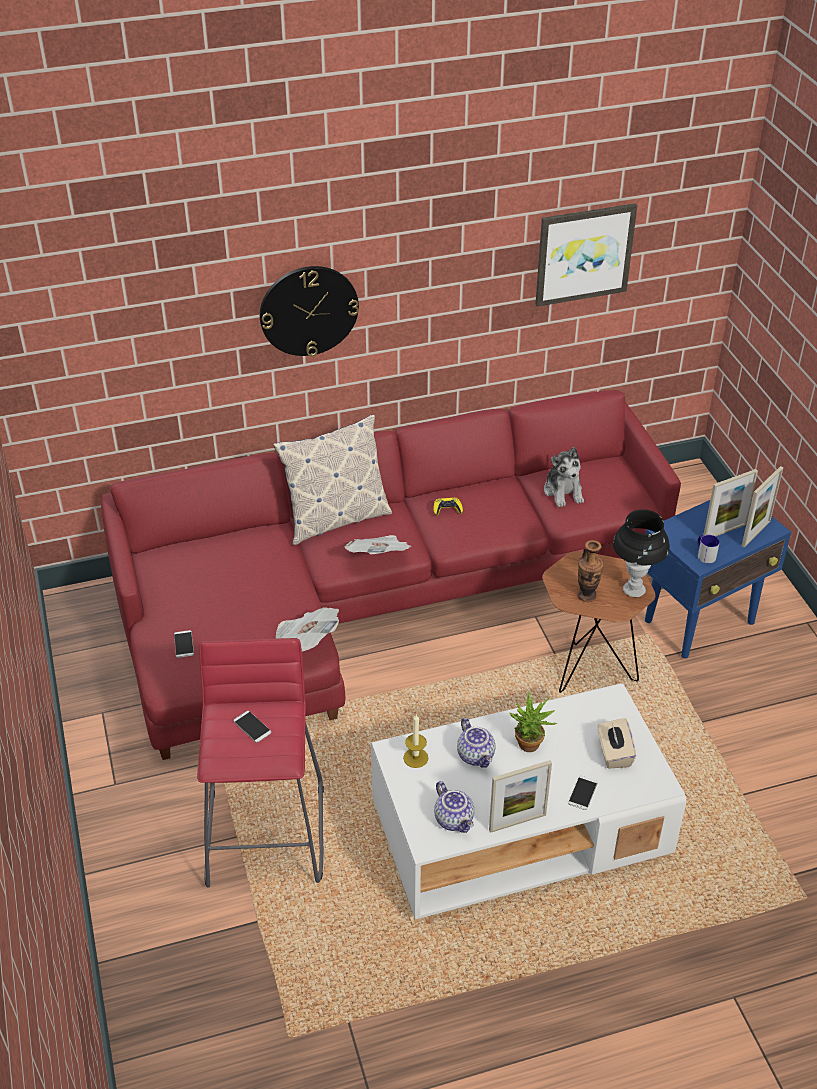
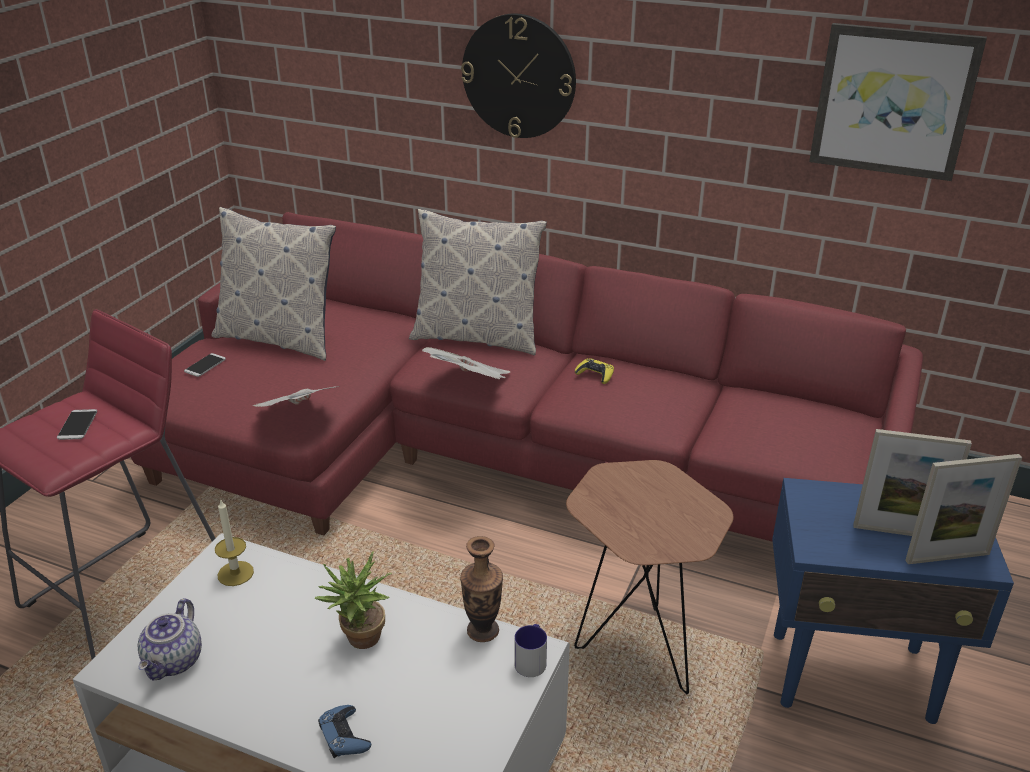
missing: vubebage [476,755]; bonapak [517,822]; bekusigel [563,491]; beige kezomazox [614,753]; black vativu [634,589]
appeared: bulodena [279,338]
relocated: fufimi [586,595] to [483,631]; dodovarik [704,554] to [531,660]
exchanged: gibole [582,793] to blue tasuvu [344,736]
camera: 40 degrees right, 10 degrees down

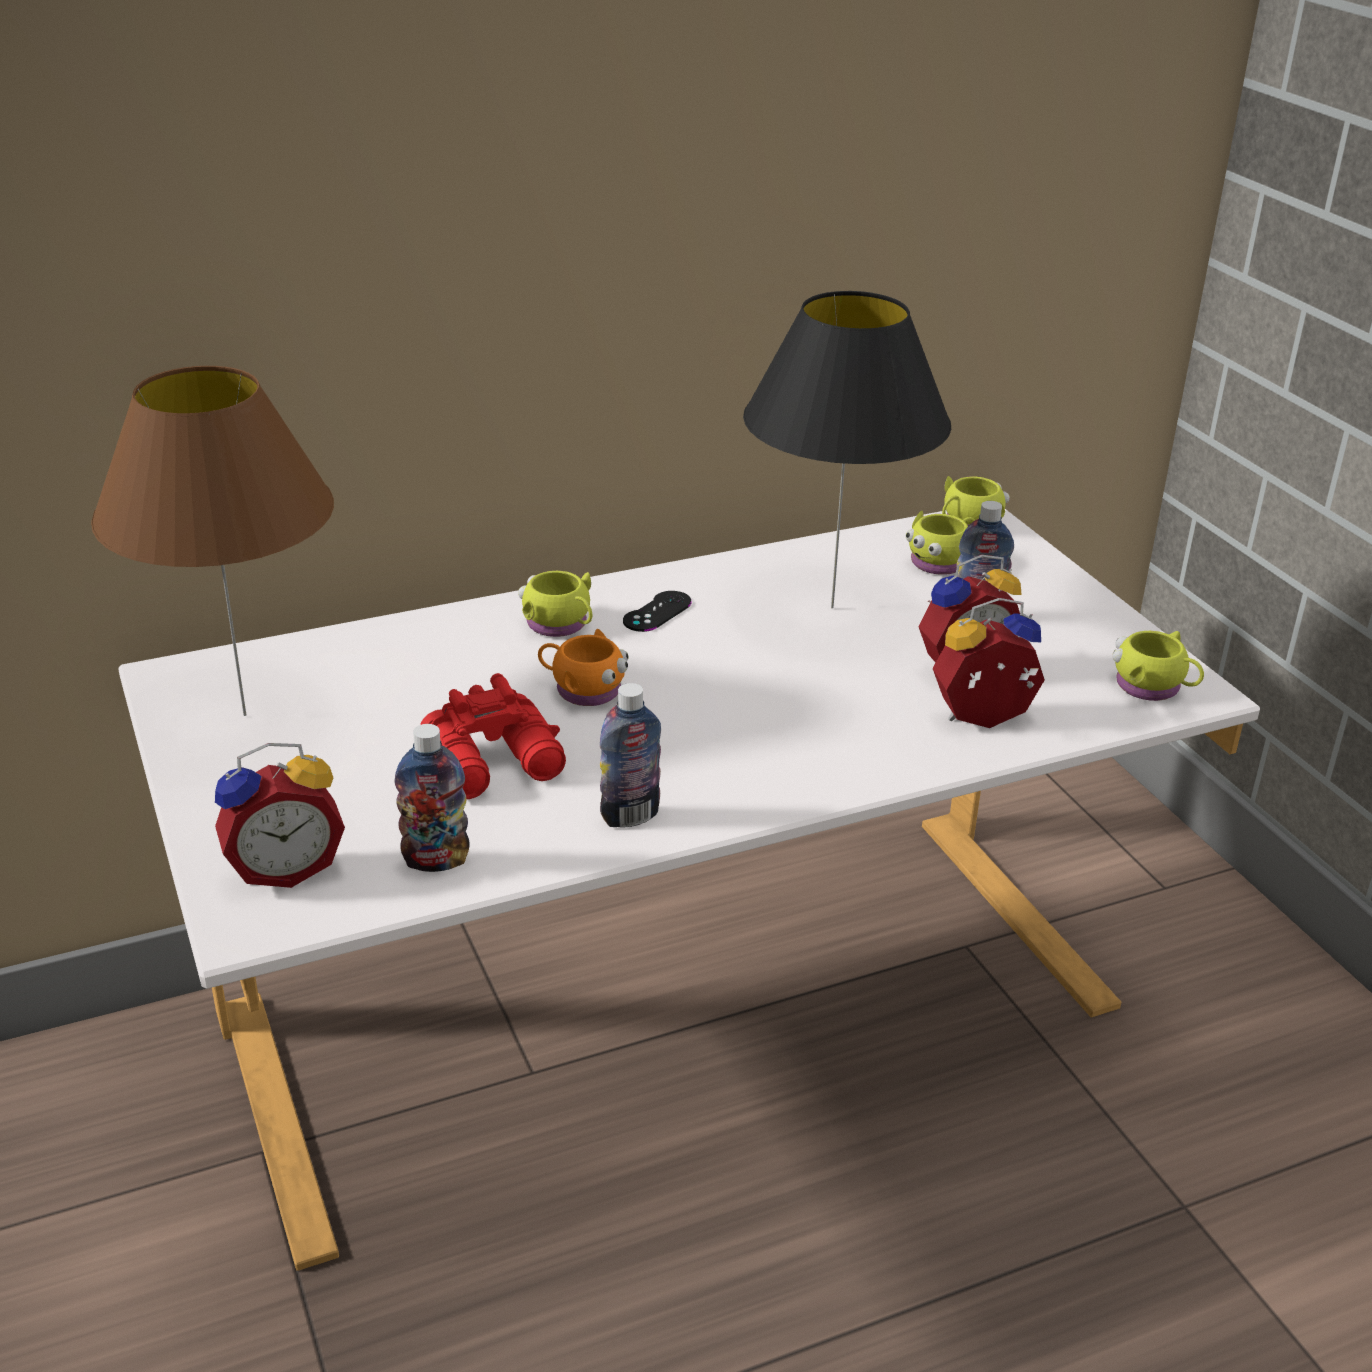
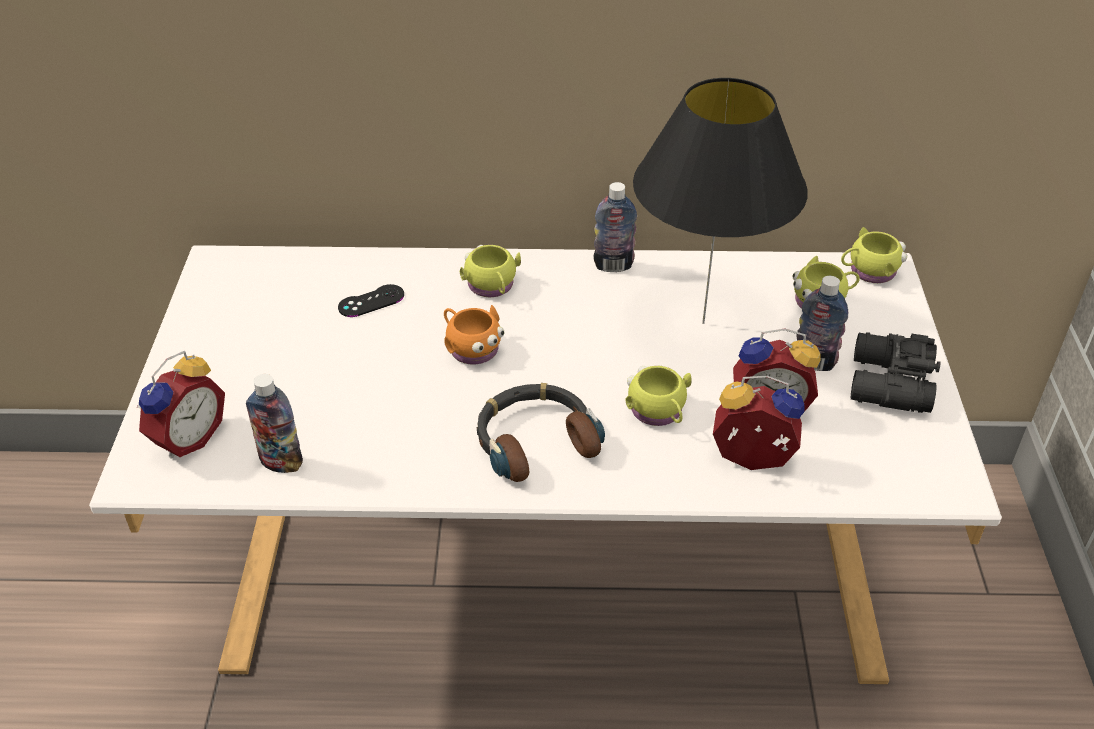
missing: brown vativu [246,715]; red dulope [496,764]
appeared: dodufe [535,440]; black dulope [887,384]
relocated: black tasuvu [657,612] to [371,301]; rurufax [630,816] to [613,265]; yellow dodovarik [1153,688] to [658,412]
spun: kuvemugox [284,868] = [186,438] 60 degrees counterclockwise
camera: 25 degrees right, 10 degrees up

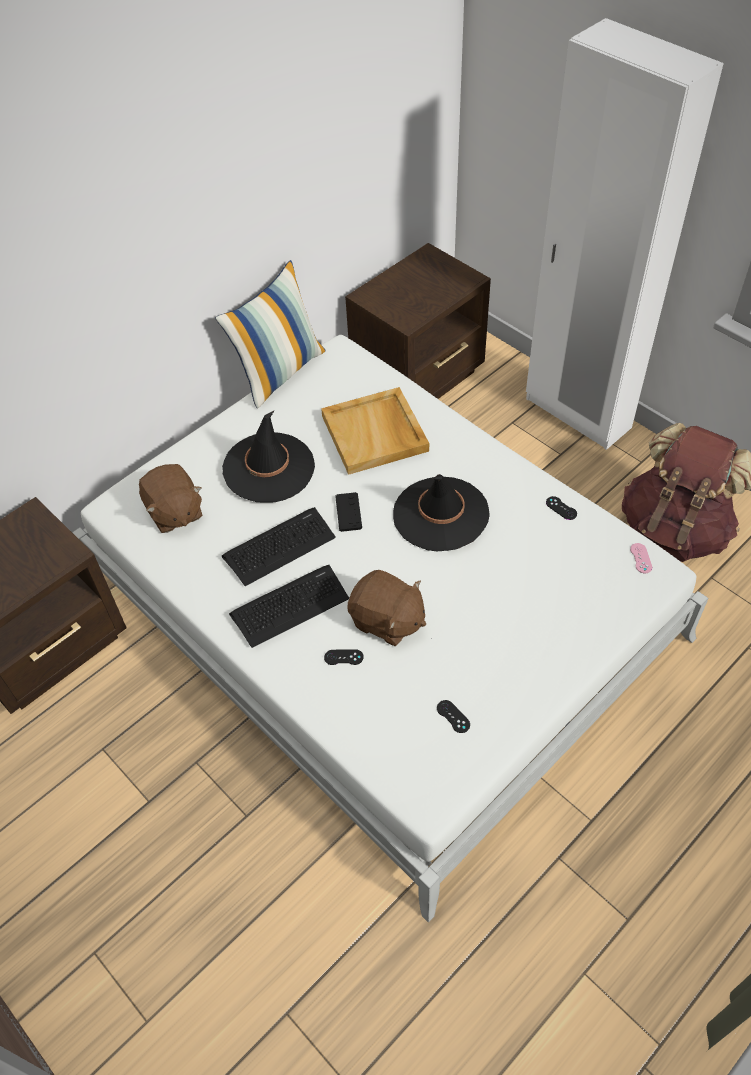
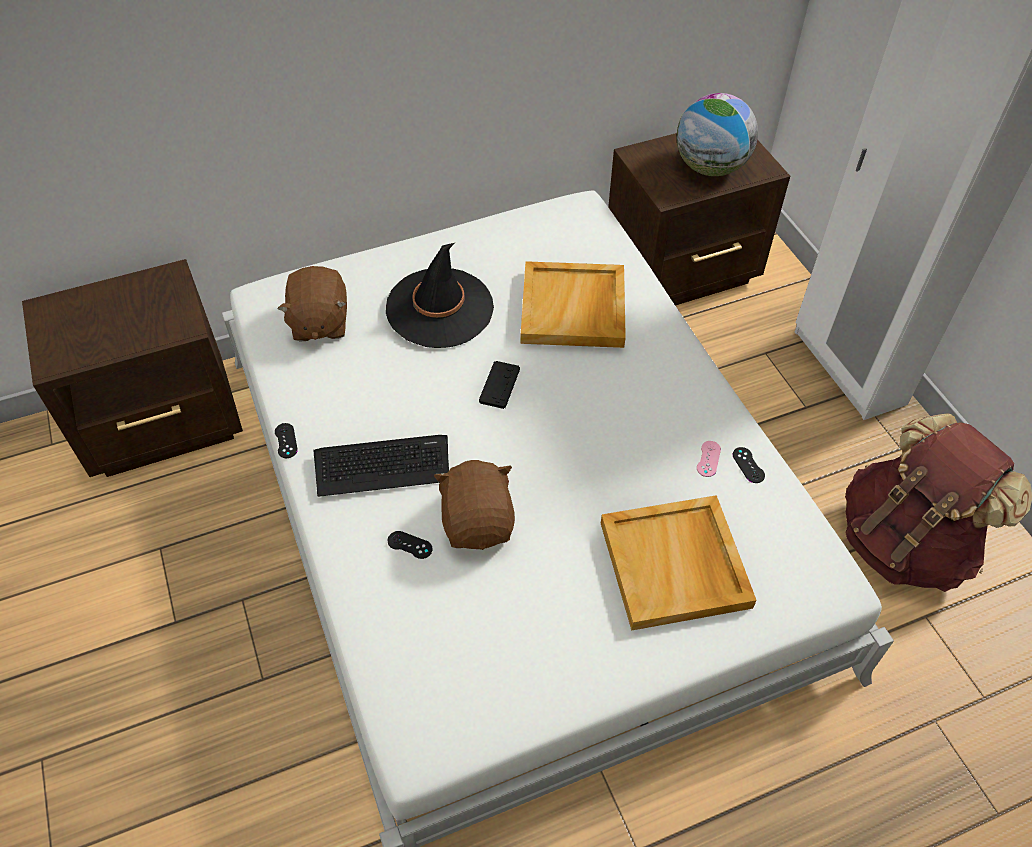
missing: bulodena [279,372]; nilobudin [279,546]; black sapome [440,514]
appeared: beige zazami [676,565]; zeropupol [710,167]
relocated: black tasuvu [453,716] to [286,441]; pink tasuvu [641,558] to [708,459]
spun: brown bekusigel [387,621] = [478,522] 150 degrees counterclockwise
camera: 20 degrees right, 0 degrees up

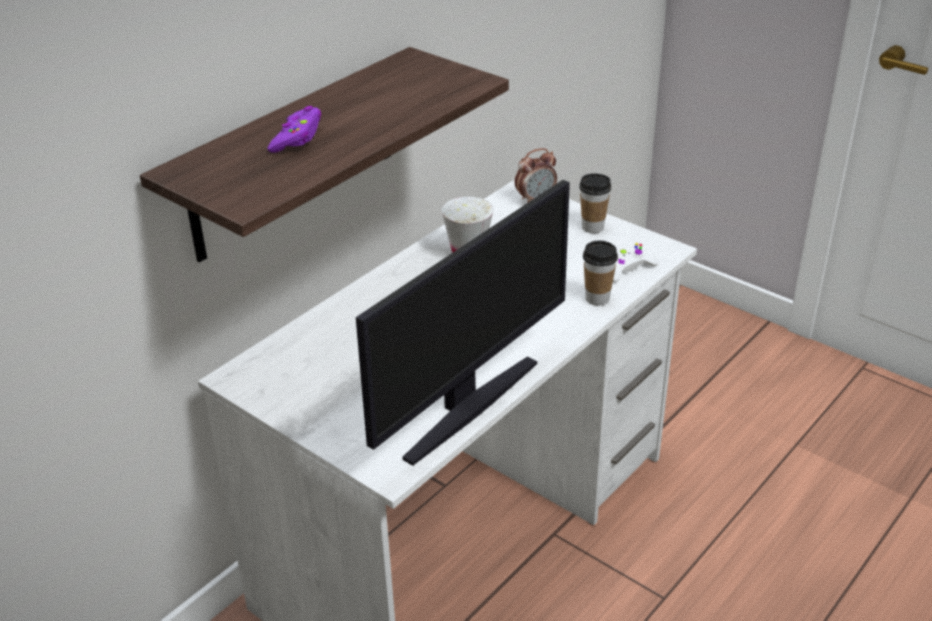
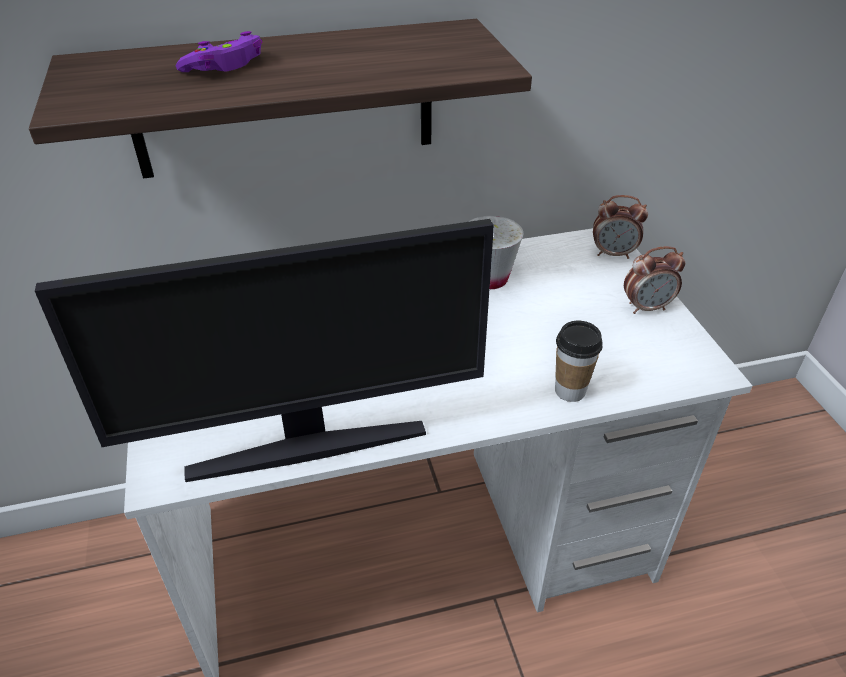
missing: white tasuvu [626,268]
exchanged: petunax [592,227] to kuvemugox [646,307]
camera: 35 degrees right, 5 degrees up

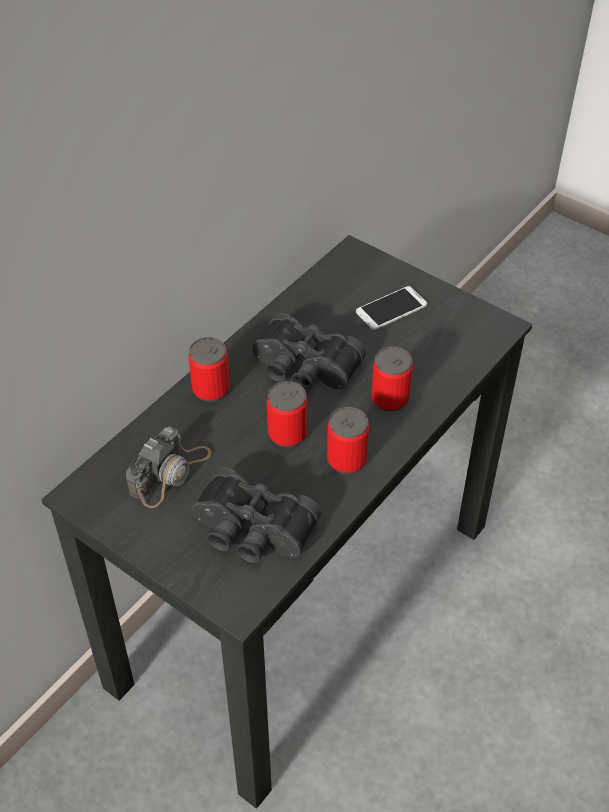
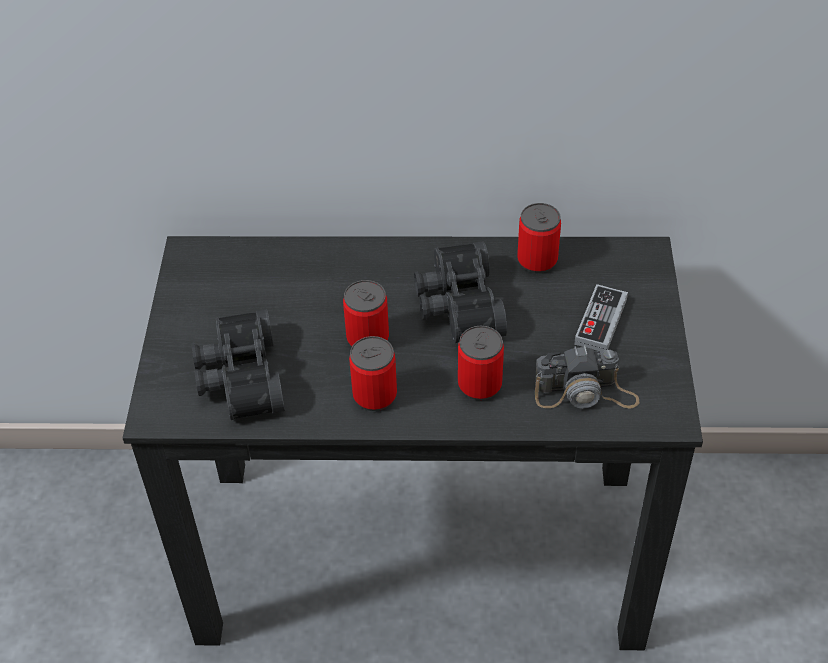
relocated: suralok [211,389] to [537,260]; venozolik [170,473] to [585,392]
exchanged: gibole [391,308] to tasuvu [600,321]
camera: 55 degrees right, 0 degrees up

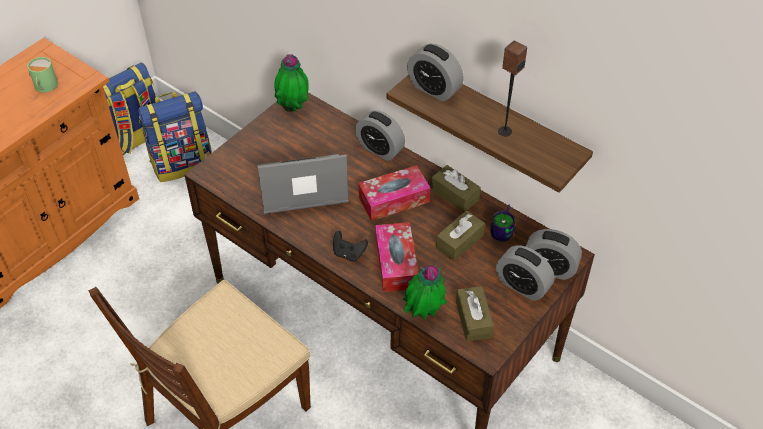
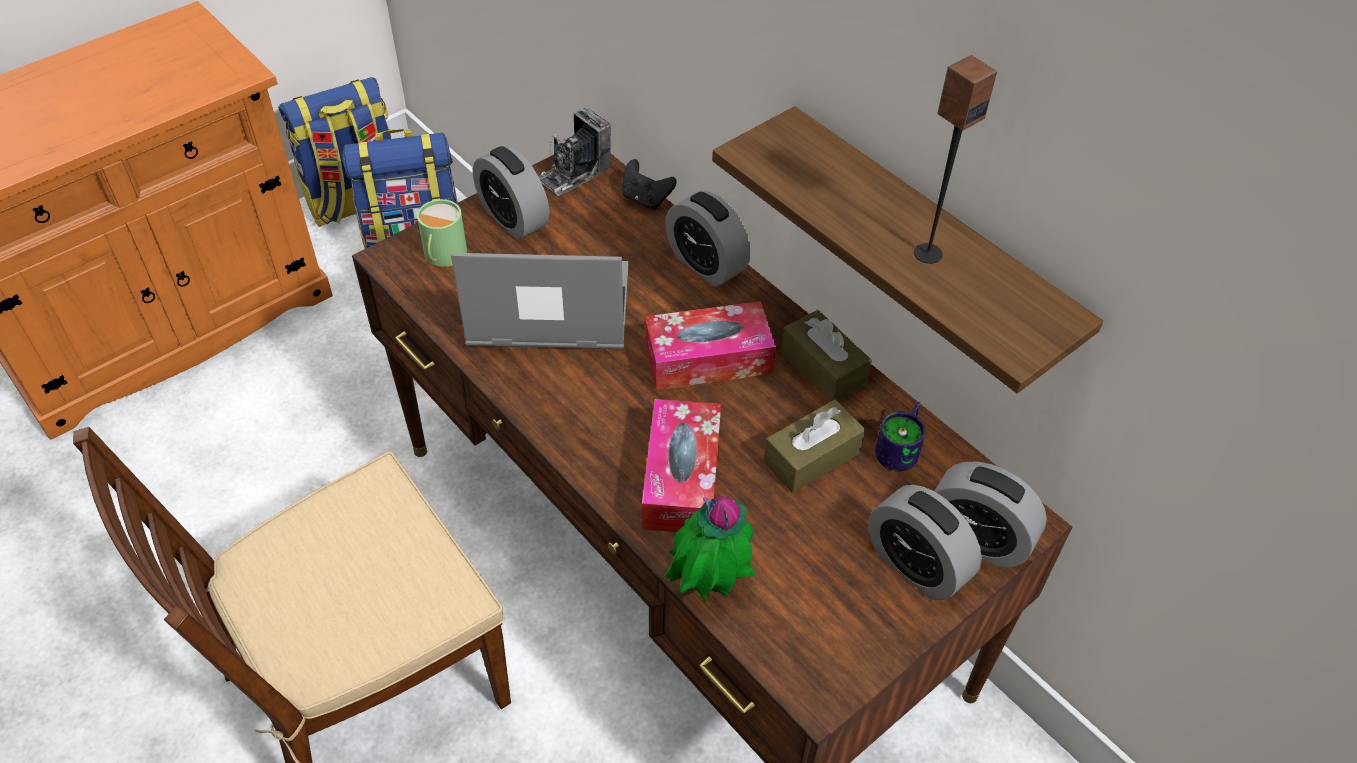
missing: brown kezomazox [473,319]
relocated: green dodovarik [45,86] to [442,255]; kuvemugox [434,89] to [513,219]; black tasuvu [348,253] to [645,199]
exchanged: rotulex [293,108] to venozolik [574,173]
camera: 10 degrees right, 0 degrees up

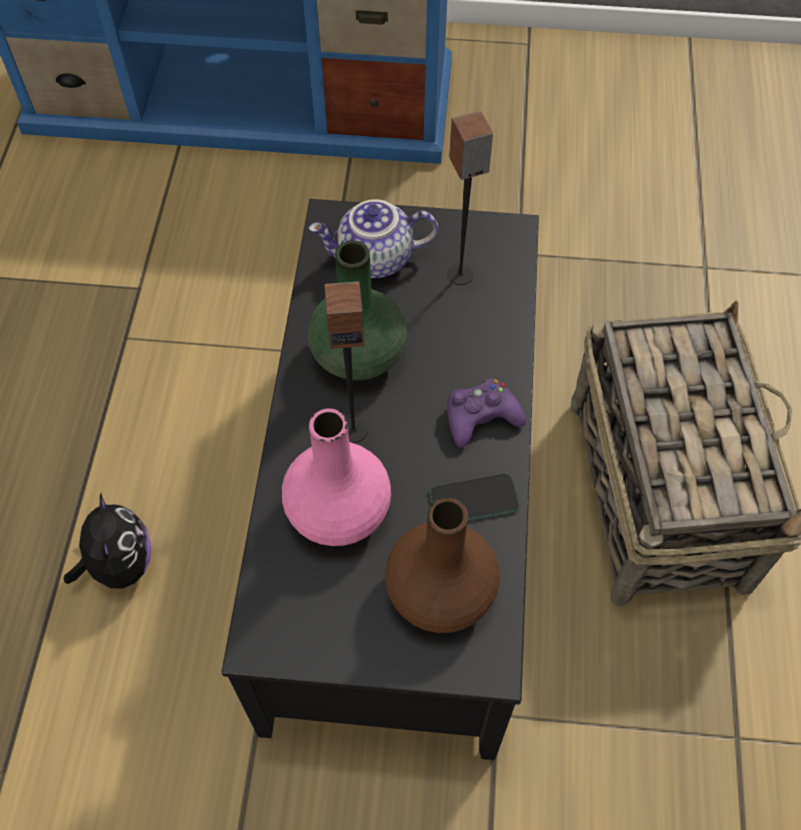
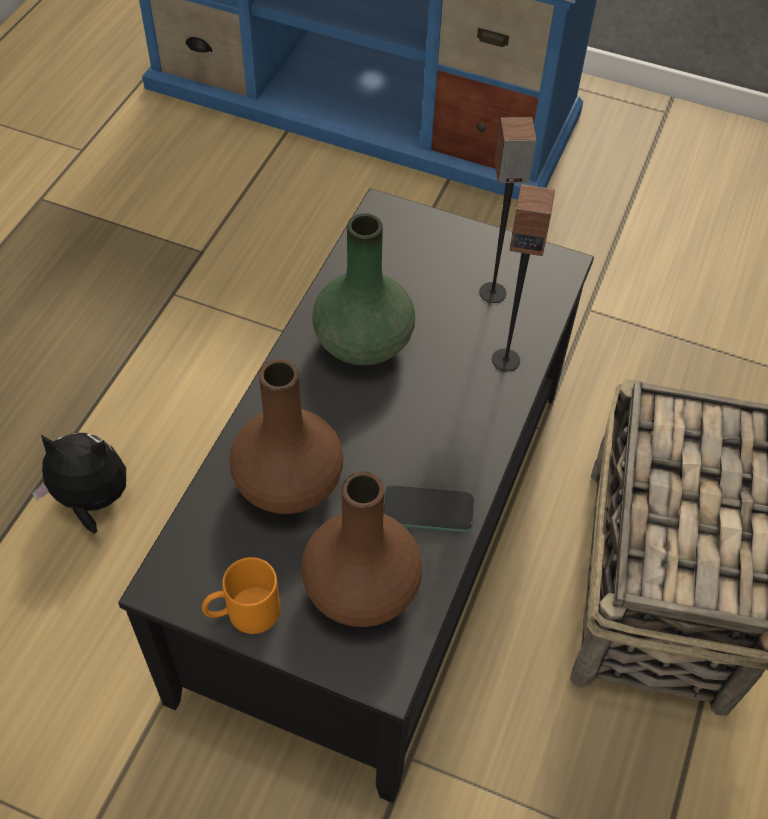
missing: vubebage [374,260]; purple tasuvu [481,417]
appeared: orange dodovarik [243,614]
relocated: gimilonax [353,429] to [506,359]
colour: pink fufimi [337,509] to brown fufimi [288,481]
spun: bekusigel [120,564] = [91,501] 90 degrees counterclockwise
camera: 15 degrees right, 5 degrees down

